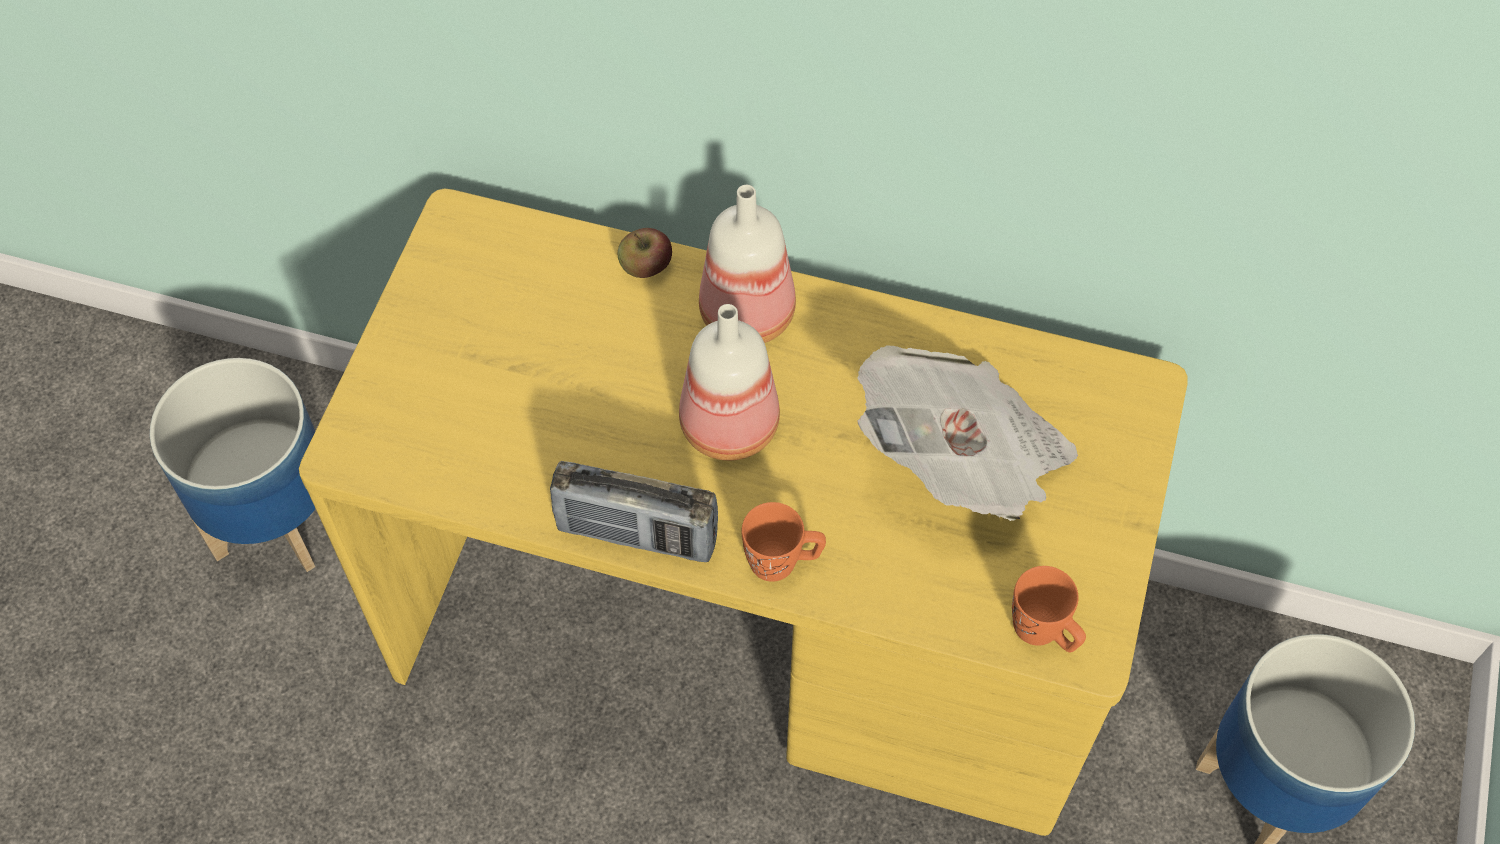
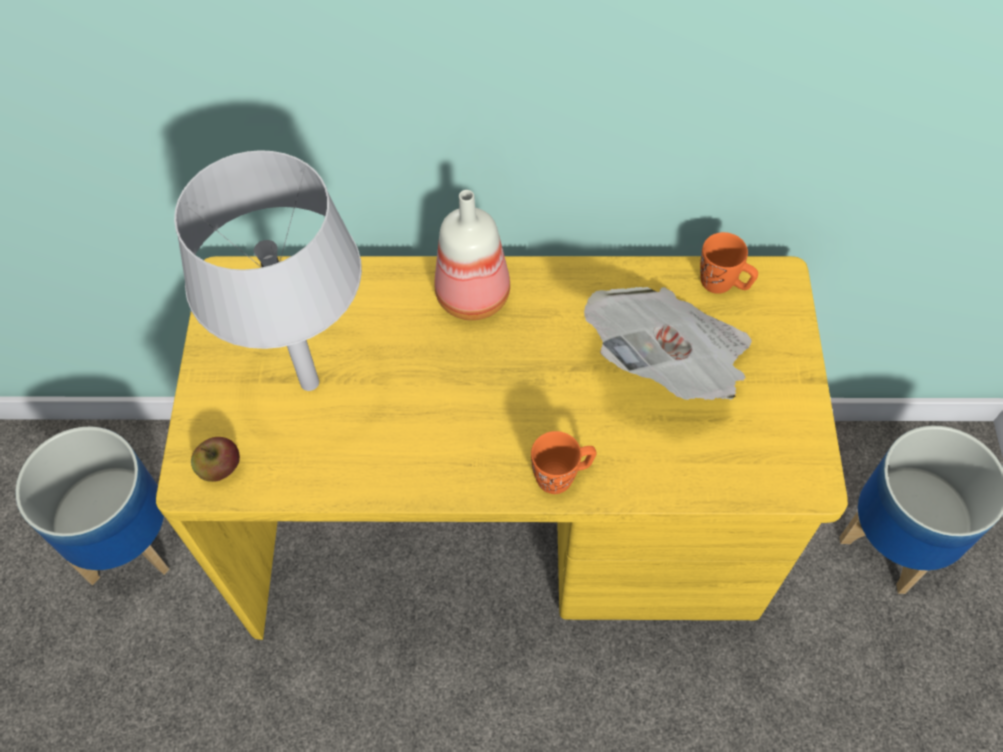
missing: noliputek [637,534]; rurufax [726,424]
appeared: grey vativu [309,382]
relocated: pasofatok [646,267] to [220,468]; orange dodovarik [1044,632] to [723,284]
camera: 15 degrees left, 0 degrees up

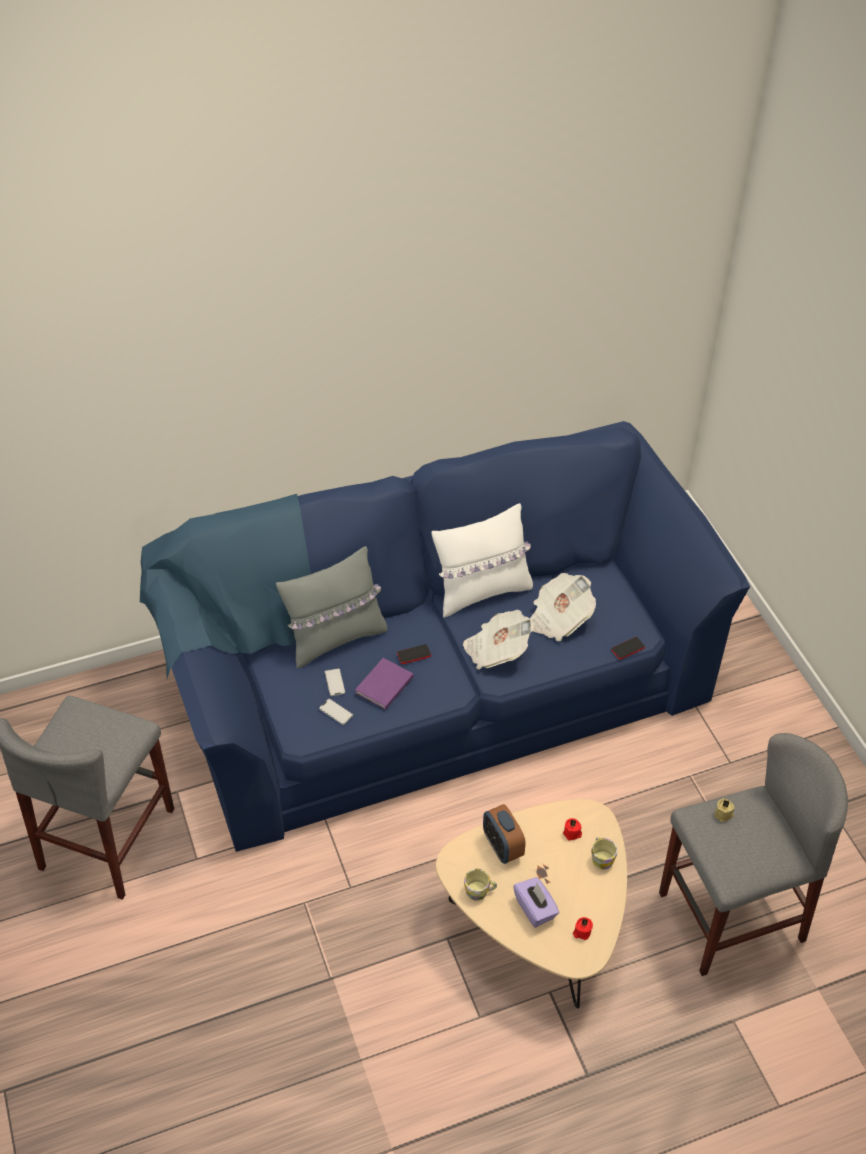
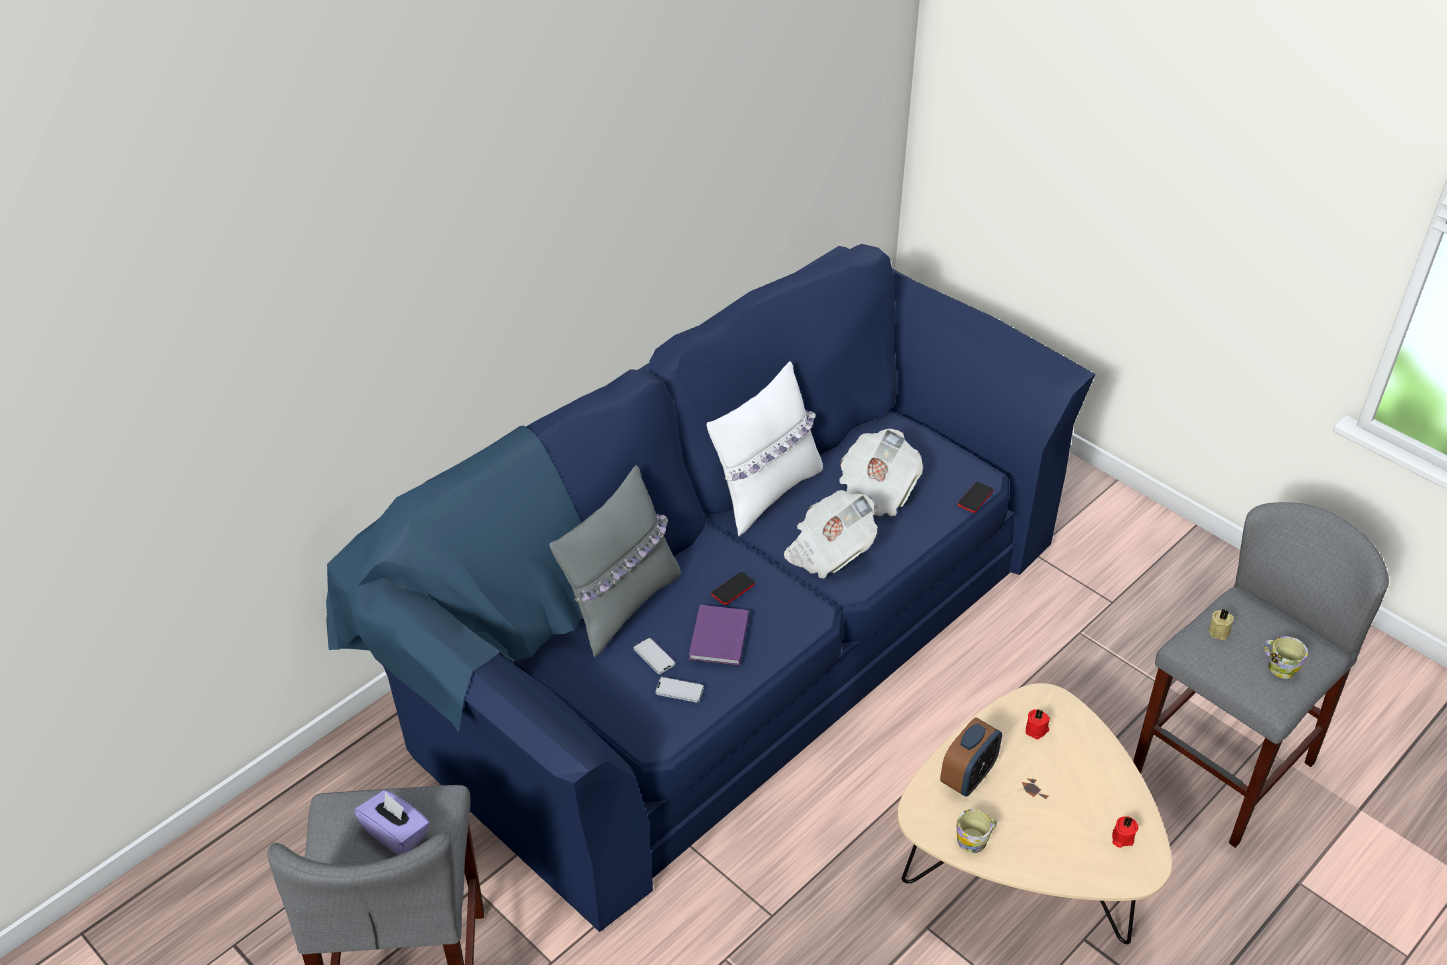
relocated: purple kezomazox [535,909] to [396,833]; dodovarik [601,857] to [1279,665]
spun: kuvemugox [502,847] = [968,777] 90 degrees counterclockwise
camera: 25 degrees left, 5 degrees down

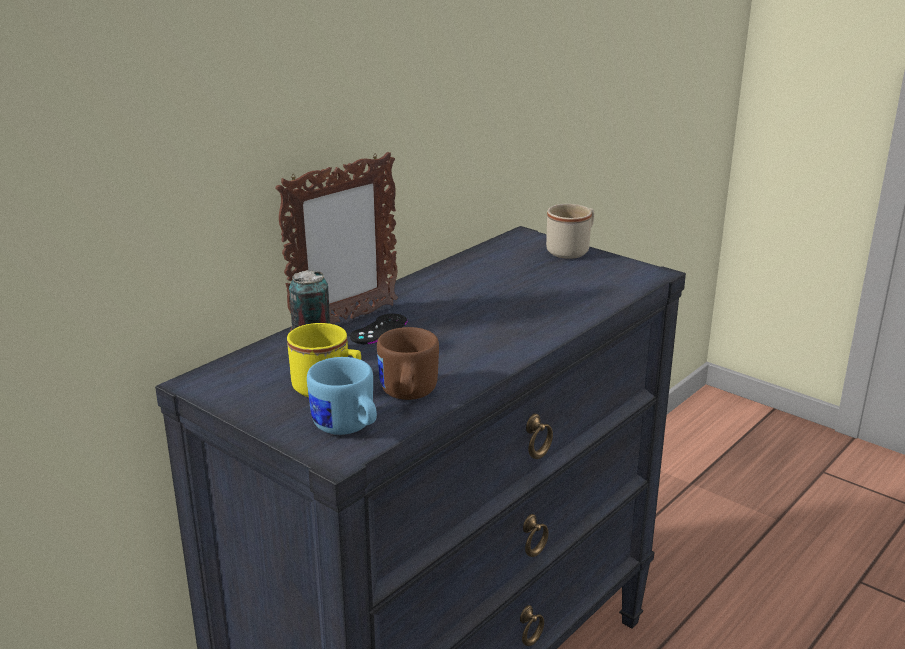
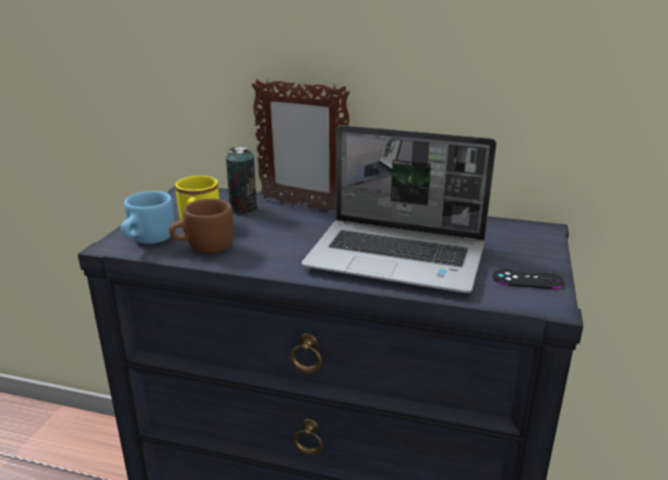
missing: beige dodovarik [572,250]
appeared: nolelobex [399,257]
relocated: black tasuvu [379,329] to [528,280]
camera: 65 degrees right, 0 degrees up

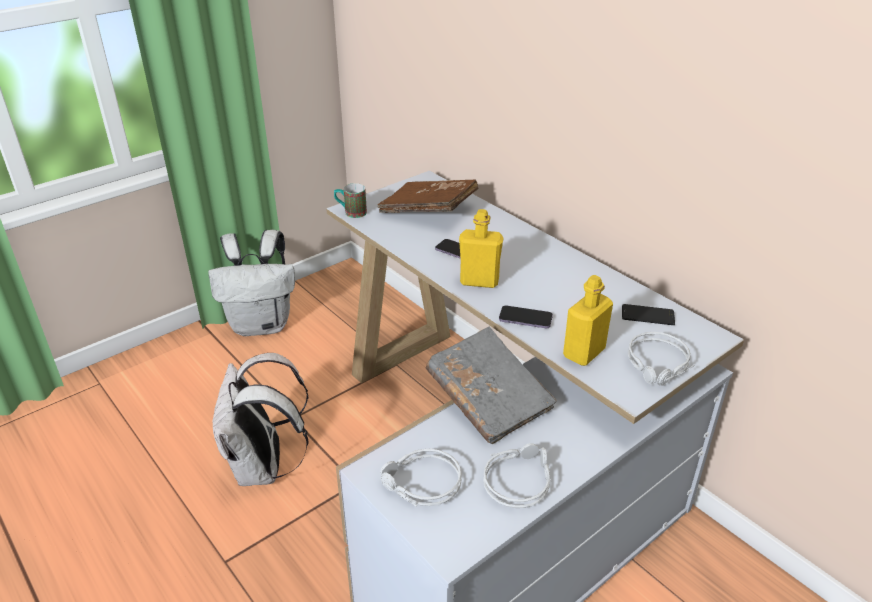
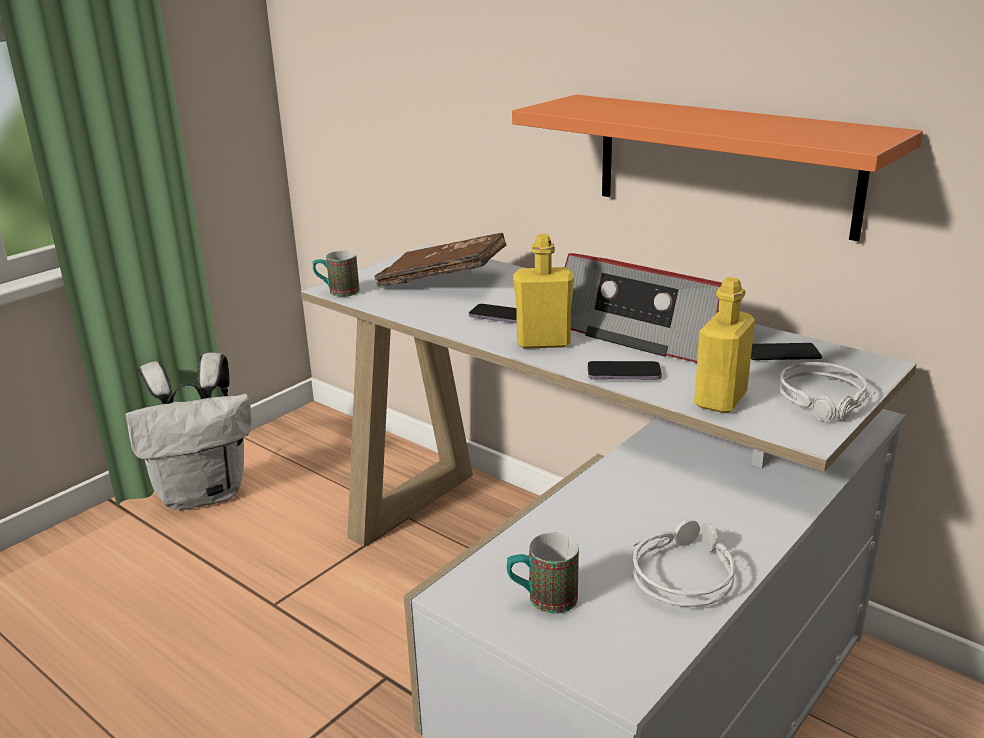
missing: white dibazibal [263,468]; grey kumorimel [489,398]
appeared: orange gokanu [724,164]; noliputek [645,331]
exchanged: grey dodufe [420,484] to dodovarik [542,599]
camera: 10 degrees left, 10 degrees down

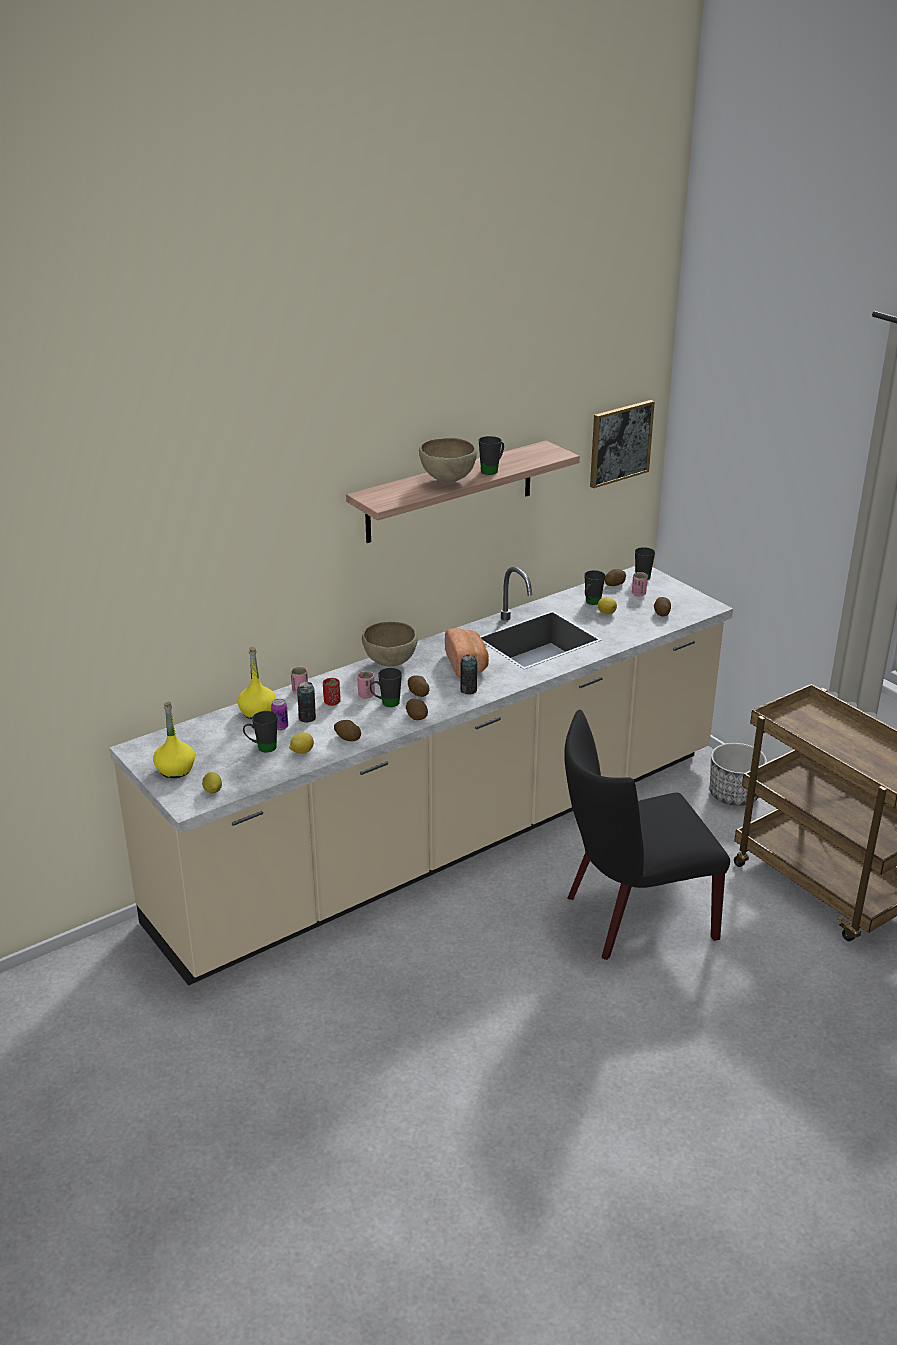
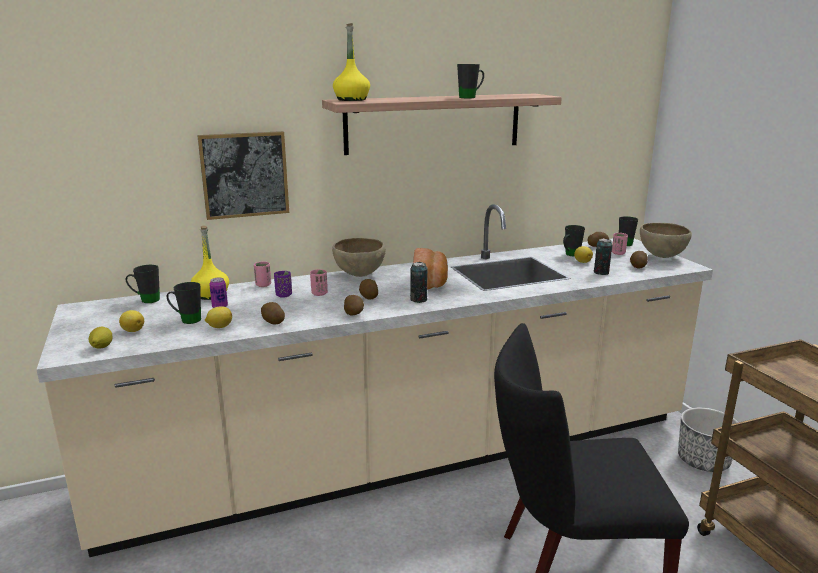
appeared: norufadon [133,330]
relocated: black dodovarik [386,703] to [145,300]; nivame [620,443] to [244,174]; yellow rurufax [175,770] to [351,99]; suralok [307,718] to [601,273]; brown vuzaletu [447,481] to [661,257]
colour: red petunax [332,702] to purple petunax [283,295]
camera: 15 degrees right, 10 degrees down

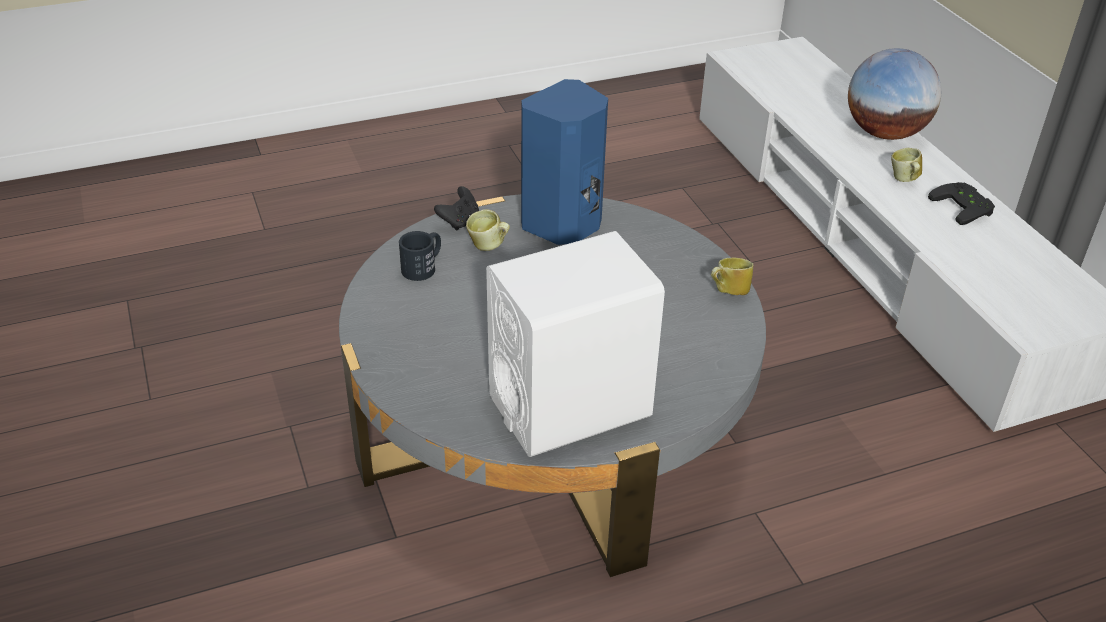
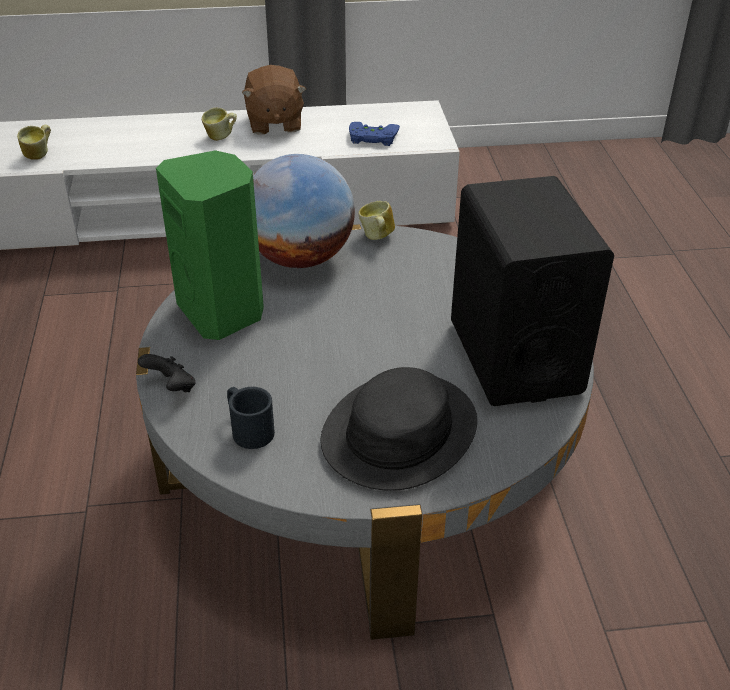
appeared: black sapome [399,432]; blue tasuvu [372,138]
relocated: dodovarik [489,247] to [39,155]; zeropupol [885,133] to [300,258]
exchanged: black tasuvu [964,207] to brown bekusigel [274,123]
colour: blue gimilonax [564,225] to green gimilonax [223,312]; white gimilonax [570,406] to black gimilonax [514,356]
camera: 75 degrees left, 0 degrees up

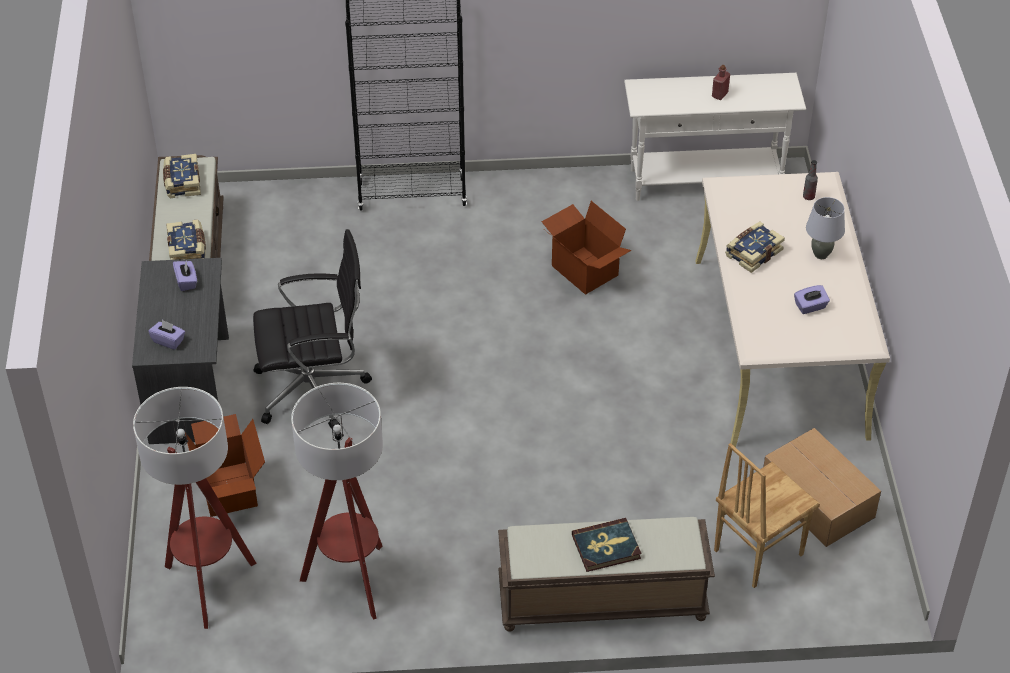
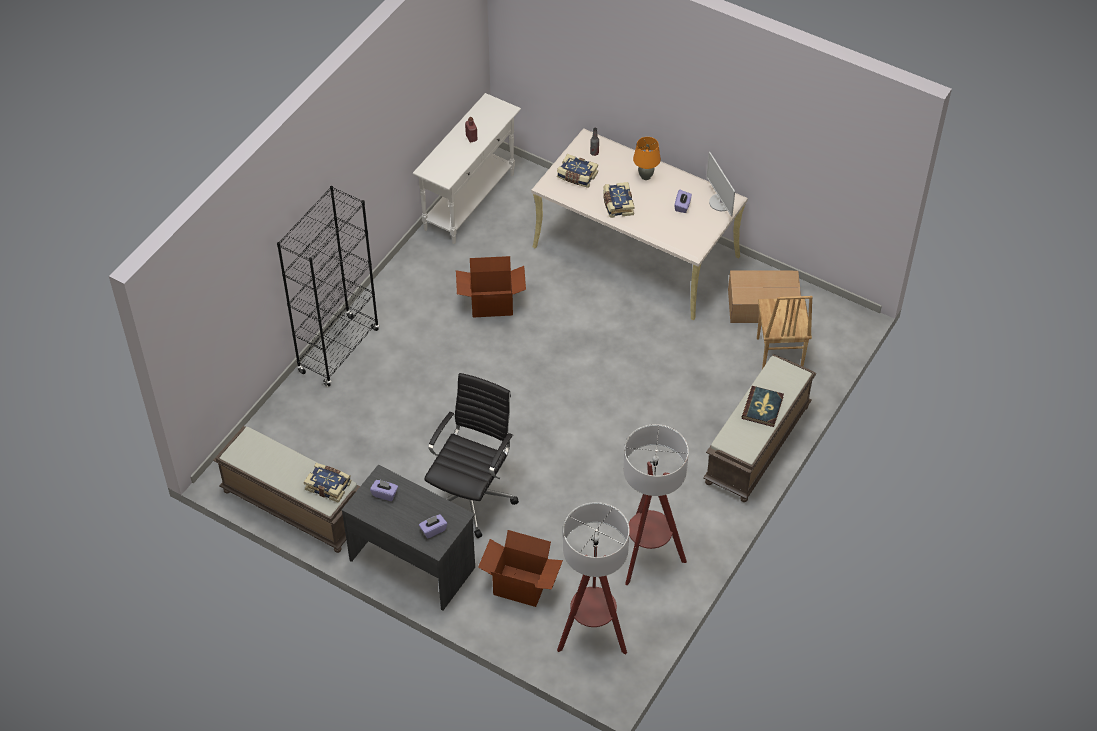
appeared: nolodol [721,203]
relocated: kumorimel [182,183] to [577,176]
colour: grey vativu [820,254] to orange vativu [645,176]
camera: 55 degrees left, 5 degrees up

